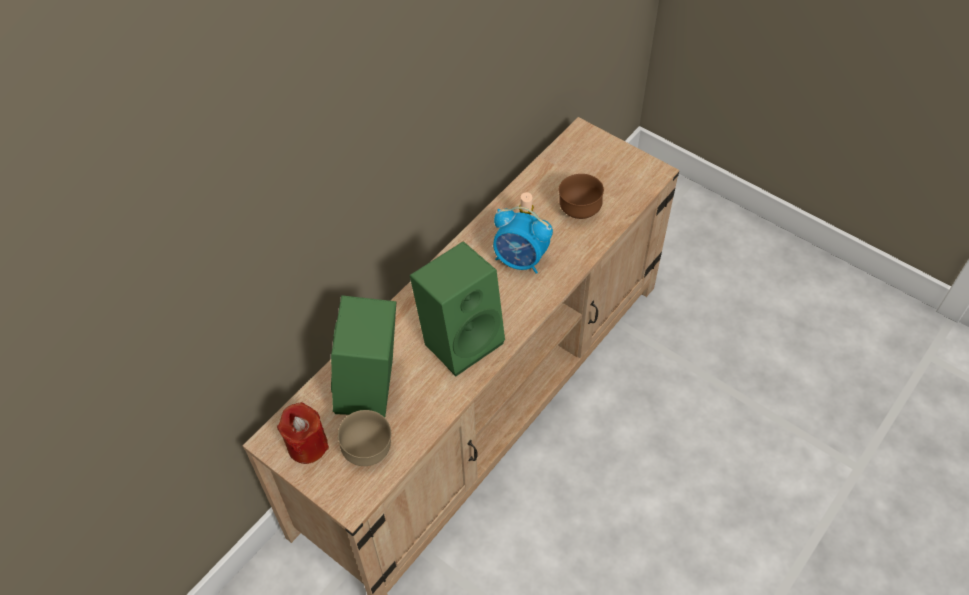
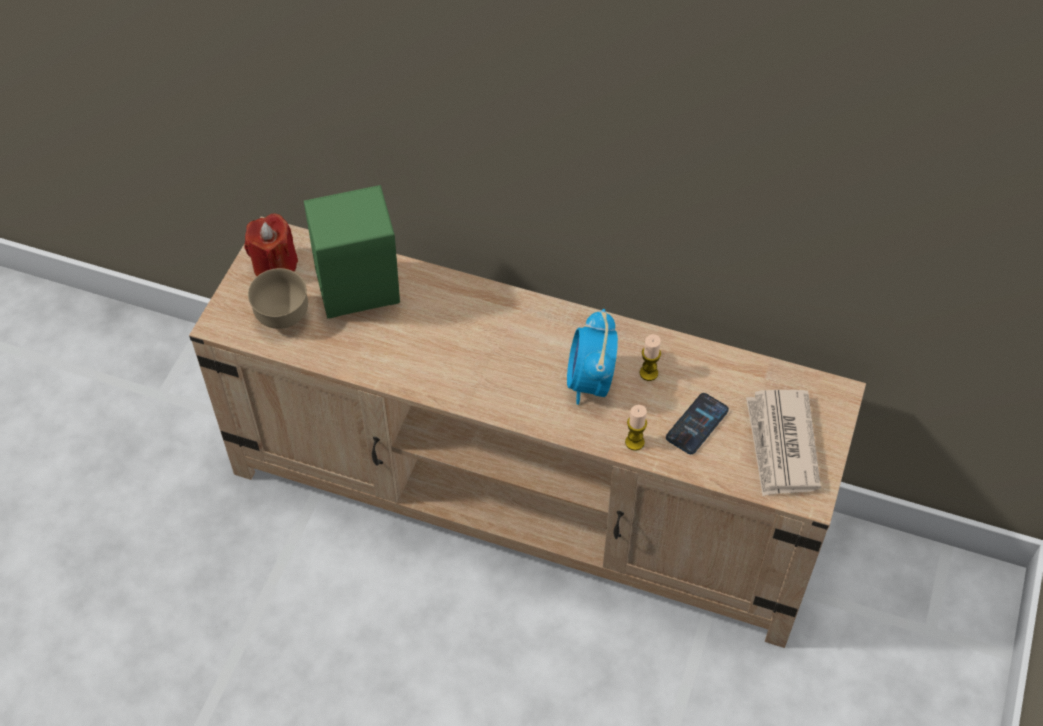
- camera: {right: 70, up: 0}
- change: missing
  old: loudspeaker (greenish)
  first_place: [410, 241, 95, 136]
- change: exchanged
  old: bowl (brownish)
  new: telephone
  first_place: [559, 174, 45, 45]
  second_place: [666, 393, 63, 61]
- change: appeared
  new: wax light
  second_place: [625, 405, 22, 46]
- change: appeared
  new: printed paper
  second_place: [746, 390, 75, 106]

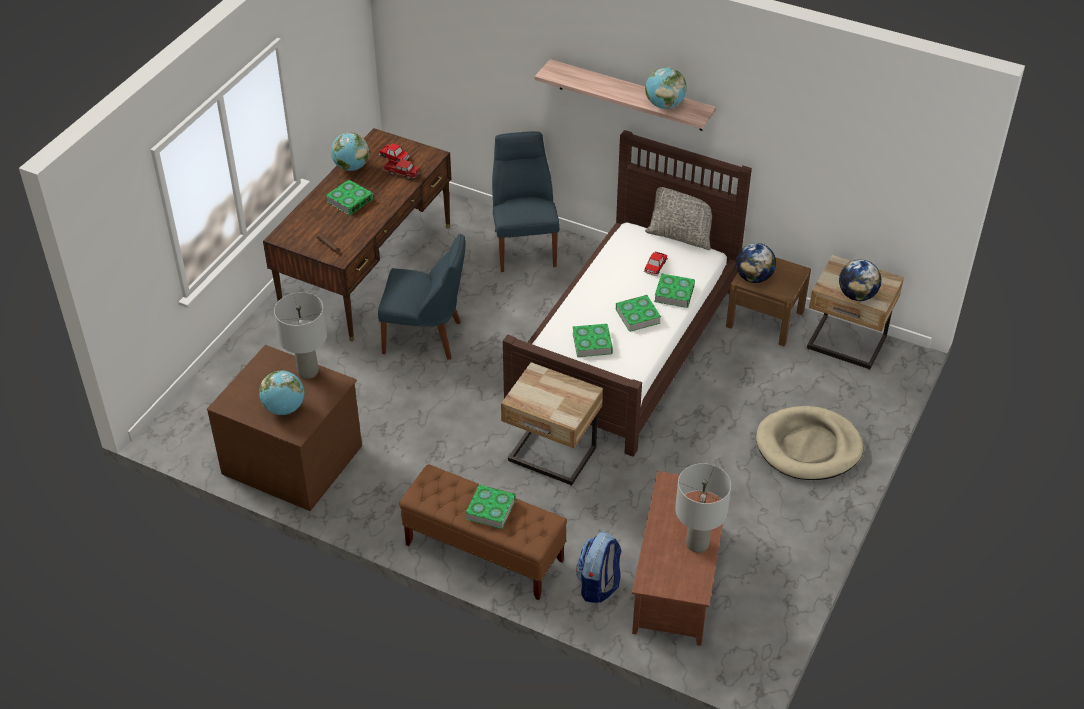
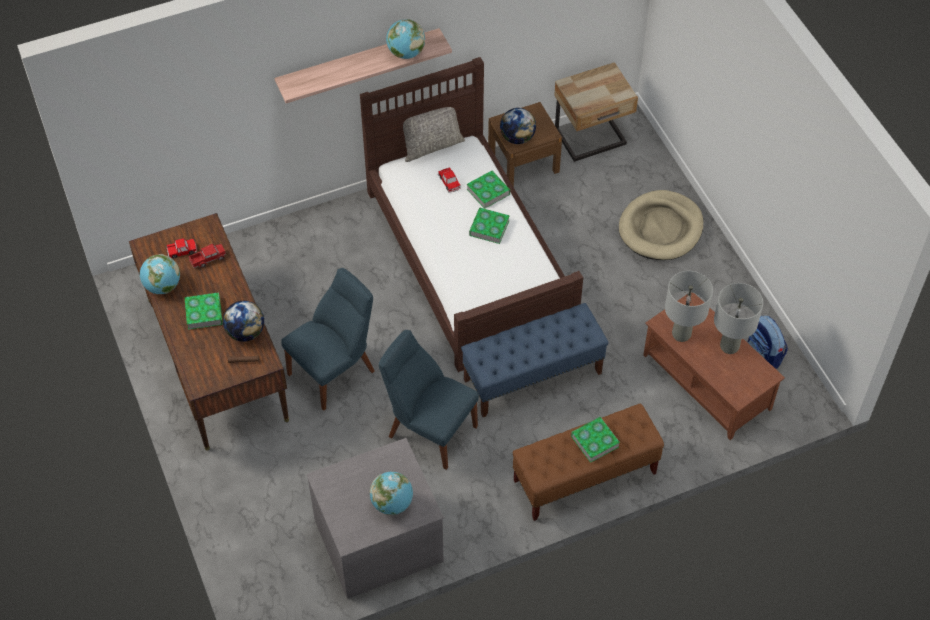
- camera: {right: -50, up: 10}
- change: colour
  old: drawer chest (brownish)
  new: drawer chest (greyish)
  first_place: [207, 345, 155, 166]
  second_place: [306, 438, 138, 161]
- change: relocated
  old: lamp for a table (greyish)
  first_place: [274, 292, 53, 87]
  second_place: [665, 271, 48, 71]
- change: relocated
  old: upright chair (bluish)
  first_place: [492, 131, 68, 141]
  second_place: [379, 330, 100, 140]
- change: exchanged
  old: night table (sand-coloured)
  new: long seat (bluish)
  first_place: [501, 362, 102, 123]
  second_place: [461, 303, 148, 114]
- change: missing
  old: volume
  first_place: [572, 324, 41, 33]
- change: relocated
  old: knapsack
  first_place: [576, 532, 45, 71]
  second_place: [747, 316, 41, 53]
- change: relocated
  old: globe
  first_place: [839, 260, 42, 41]
  second_place: [223, 301, 41, 41]

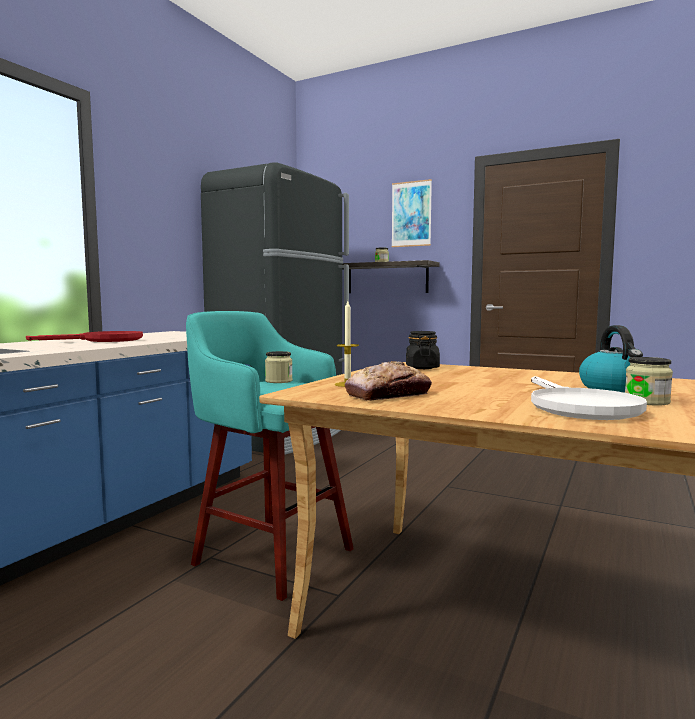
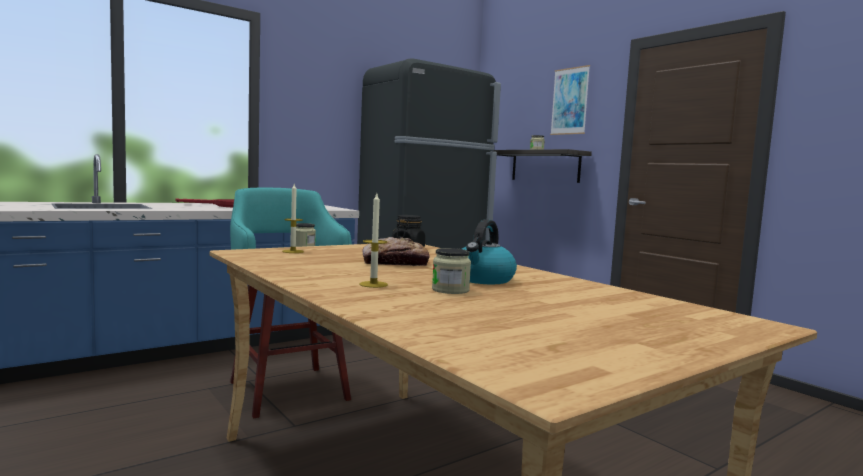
- camera: {right: 25, up: 0}
- change: relocated
  old: baked bread
  first_place: [345, 362, 87, 39]
  second_place: [363, 237, 67, 29]
- change: exchanged
  old: skillet (white-coloured)
  new: wax light
  first_place: [531, 376, 116, 44]
  second_place: [359, 193, 29, 95]

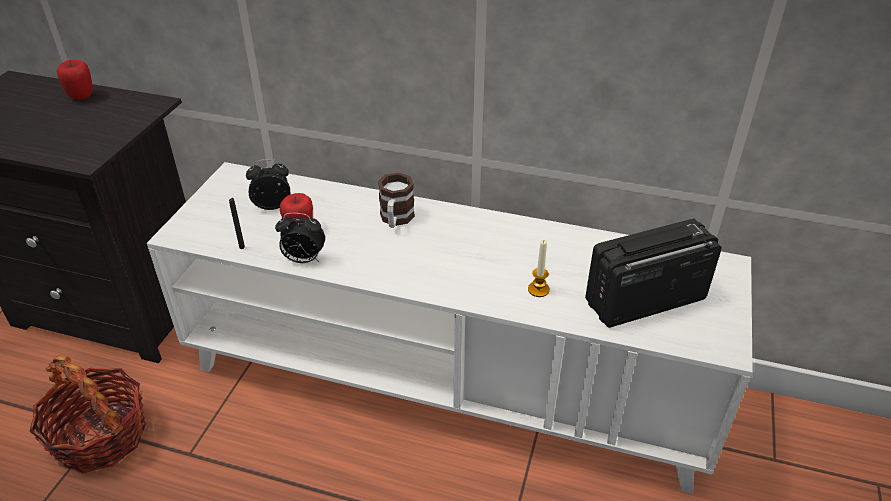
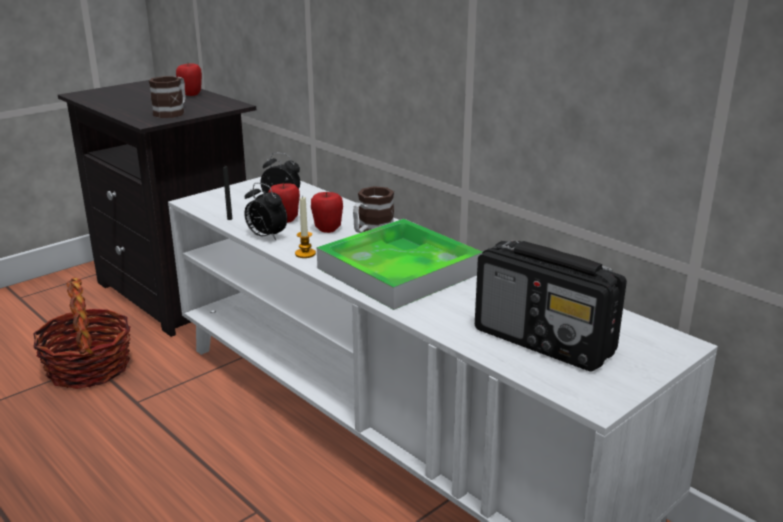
- camera: {right: 30, up: -15}
- change: relocated
  old: wax light
  first_place: [528, 240, 22, 57]
  second_place: [295, 196, 21, 62]
- change: spun
  old: radio set
  first_place: [585, 219, 137, 109]
  second_place: [475, 240, 152, 132]
  degrees: -150
- change: appeared
  new: mug
  second_place: [149, 76, 37, 42]
- change: appeared
  new: apple fruit
  second_place: [311, 192, 32, 41]
- change: appeared
  new: serving tray
  second_place: [317, 219, 165, 91]

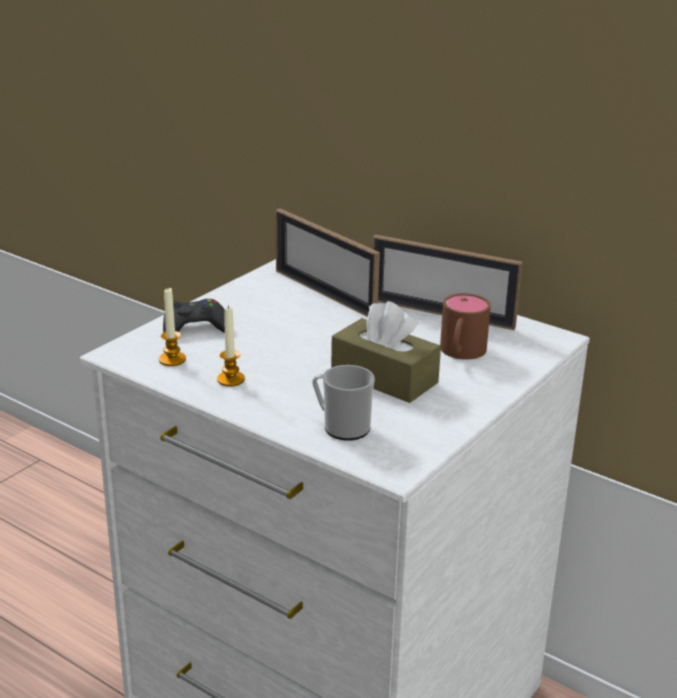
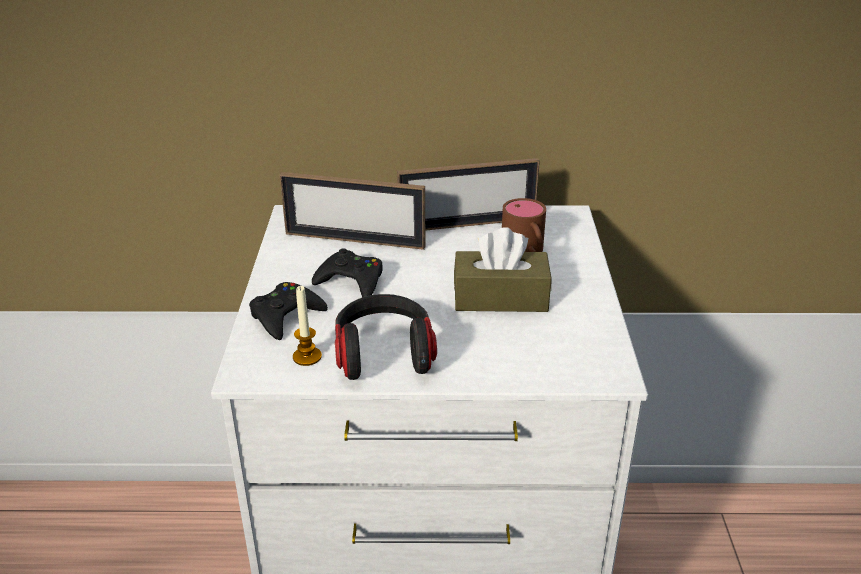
- camera: {right: -35, up: 5}
- change: exchanged
  old: wax light
  new: pair of headphones
  first_place: [217, 305, 28, 82]
  second_place: [335, 294, 102, 86]
- change: missing
  old: mug
  first_place: [312, 365, 63, 76]
- change: appeared
  new: joypad (black)
  second_place: [312, 248, 71, 49]

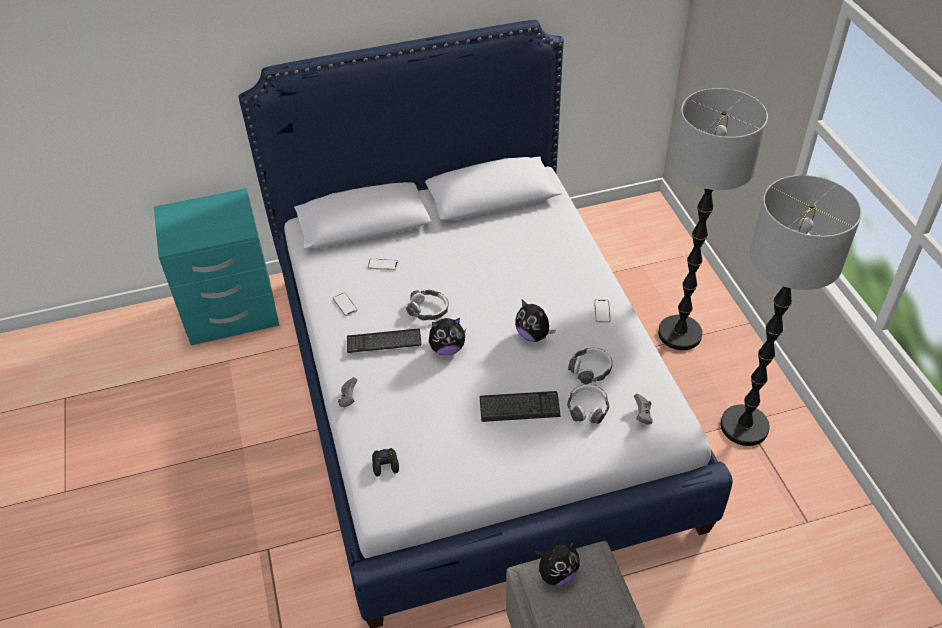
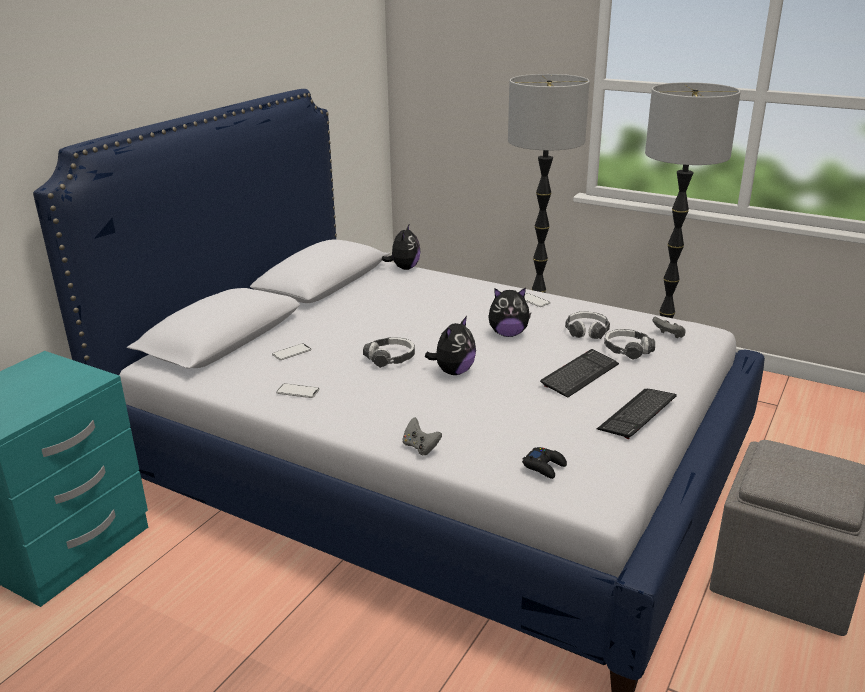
- camera: {right: -45, up: -20}
- change: relocated
  old: PC keyboard
  first_place: [347, 328, 74, 25]
  second_place: [597, 389, 80, 50]
- change: relocated
  old: plush toy
  first_place: [532, 541, 48, 45]
  second_place: [382, 223, 39, 47]

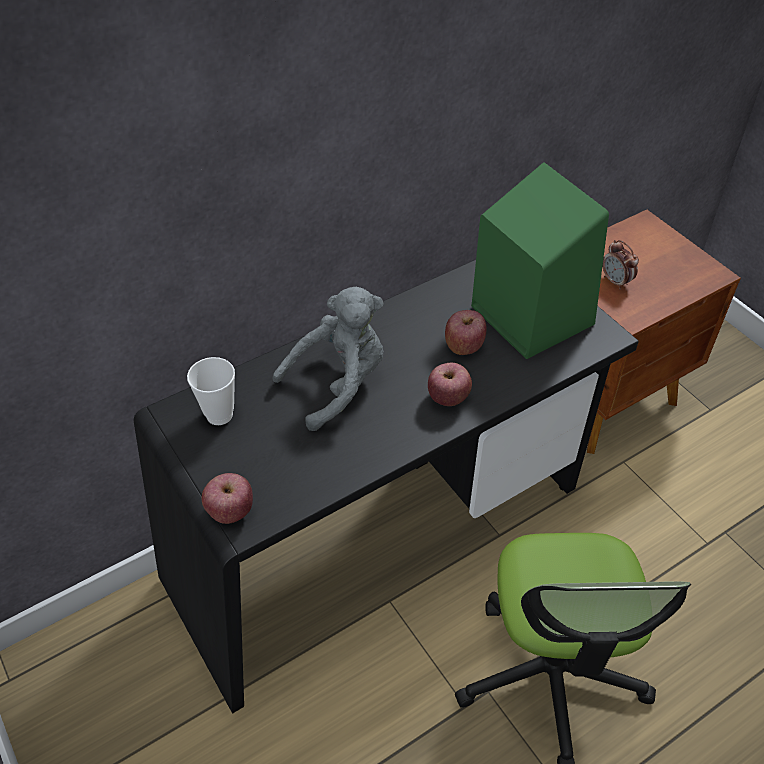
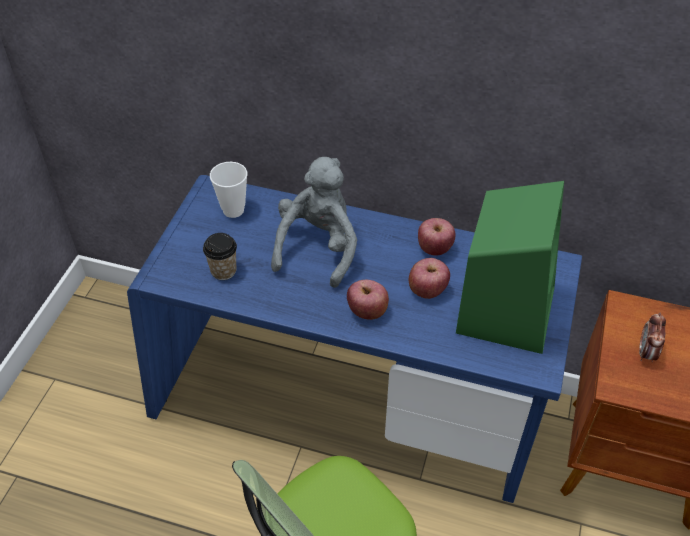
- camera: {right: 50, up: 0}
- change: colour
  old: desk (black)
  new: desk (bluish)
  first_place: [134, 260, 505, 453]
  second_place: [127, 175, 455, 328]
- change: relocated
  old: apple fruit
  first_place: [201, 473, 52, 51]
  second_place: [418, 218, 38, 37]
- change: spun
  old: plush toy (greyish)
  first_place: [273, 287, 111, 144]
  second_place: [271, 157, 86, 131]
  degrees: -90
- change: appeared
  new: cup
  second_place: [203, 233, 34, 47]

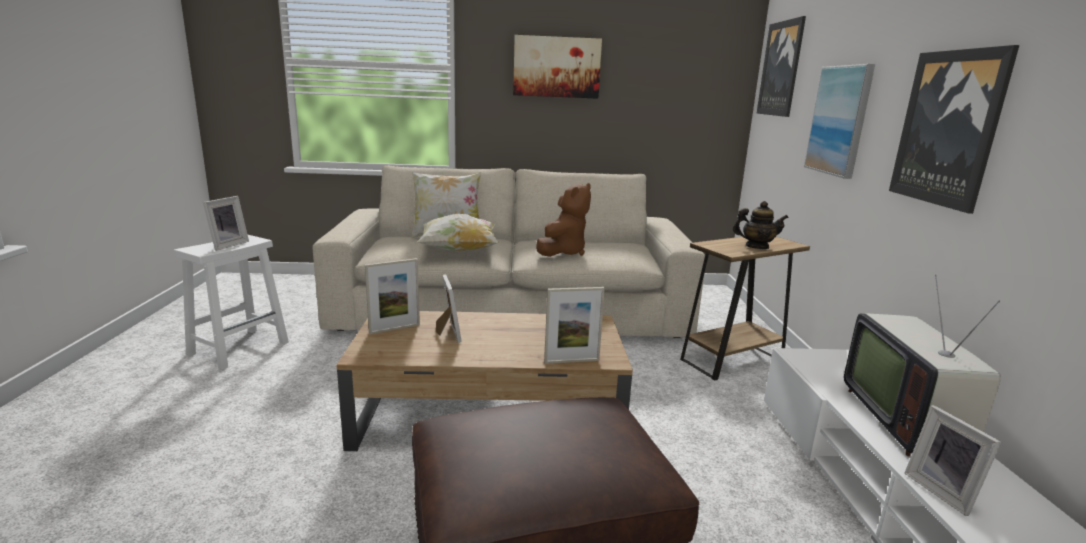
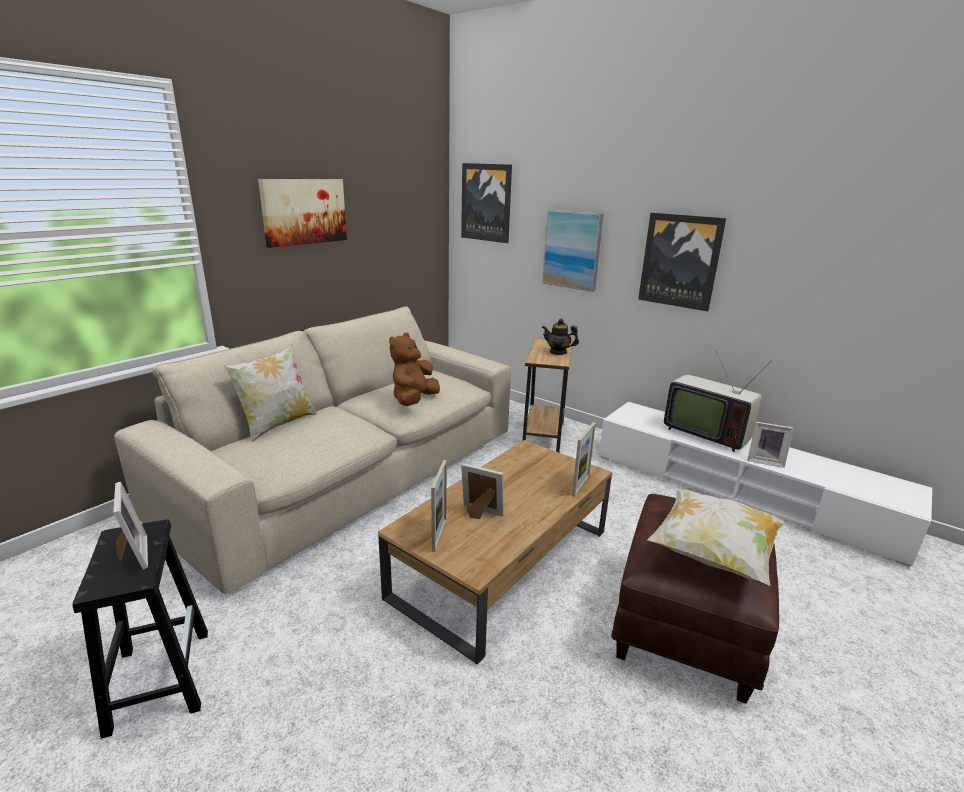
- camera: {right: -50, up: 5}
- change: colour
  old: sitting stool (white-coloured)
  new: sitting stool (black)
  first_place: [174, 235, 115, 135]
  second_place: [72, 520, 136, 219]
- change: relocated
  old: pillow
  first_place: [417, 214, 82, 38]
  second_place: [647, 488, 139, 98]
- change: spun
  old: plush toy (brownish)
  first_place: [536, 183, 55, 74]
  second_place: [389, 333, 51, 73]
  degrees: -135
- change: spun
  old: pot for tea
  first_place: [733, 201, 56, 48]
  second_place: [542, 319, 37, 36]
  degrees: -120

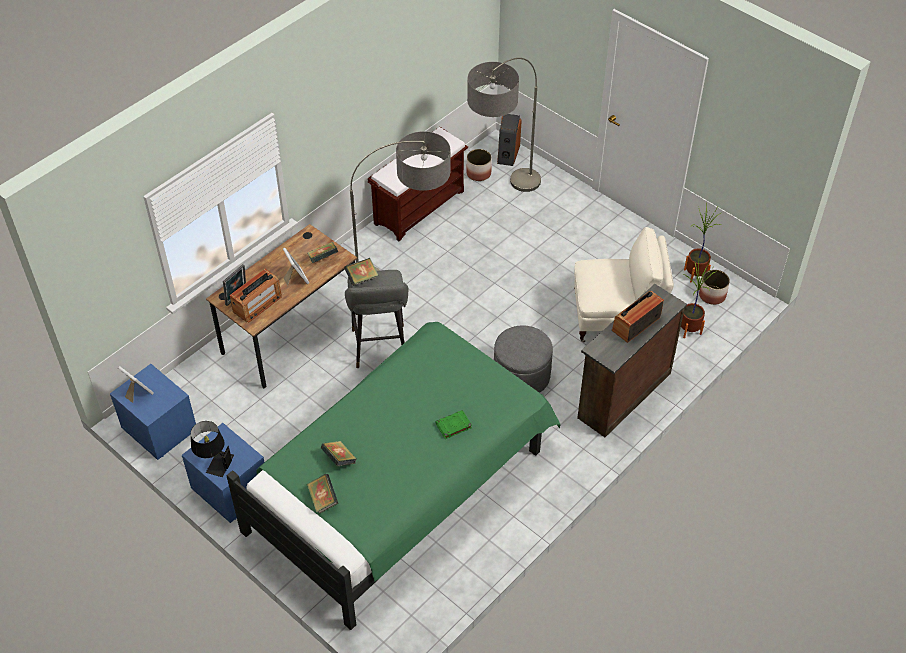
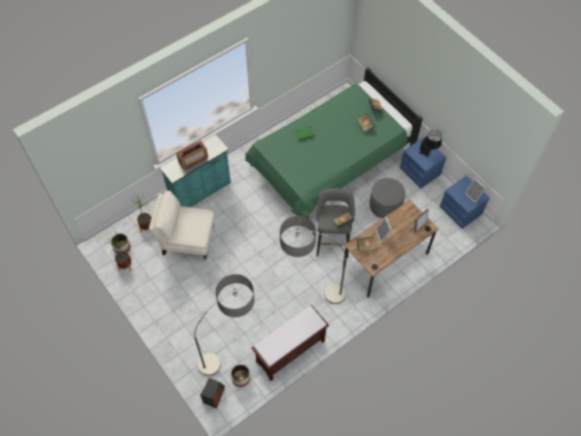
- camera: {right: -170, up: 10}
- change: missing
  old: radio set
  first_place: [230, 269, 52, 54]
- change: relocated
  old: ottoman (greyish)
  first_place: [494, 325, 59, 68]
  second_place: [369, 178, 36, 40]
- change: colour
  old: drawer chest (brownish)
  new: drawer chest (turquoise)
  first_place: [577, 284, 110, 153]
  second_place: [160, 134, 71, 73]

